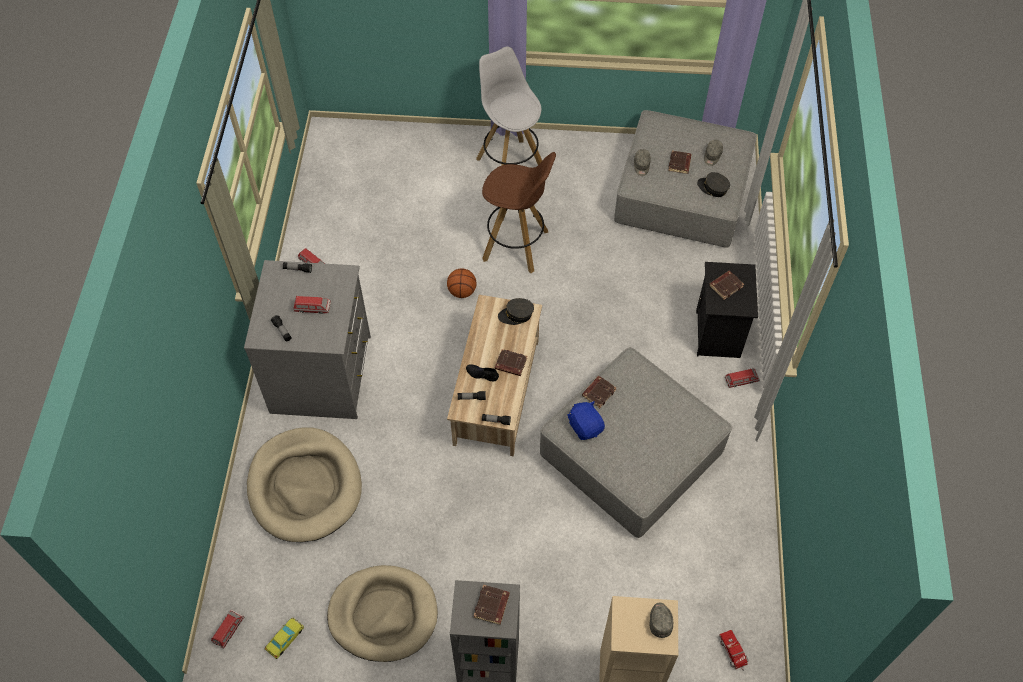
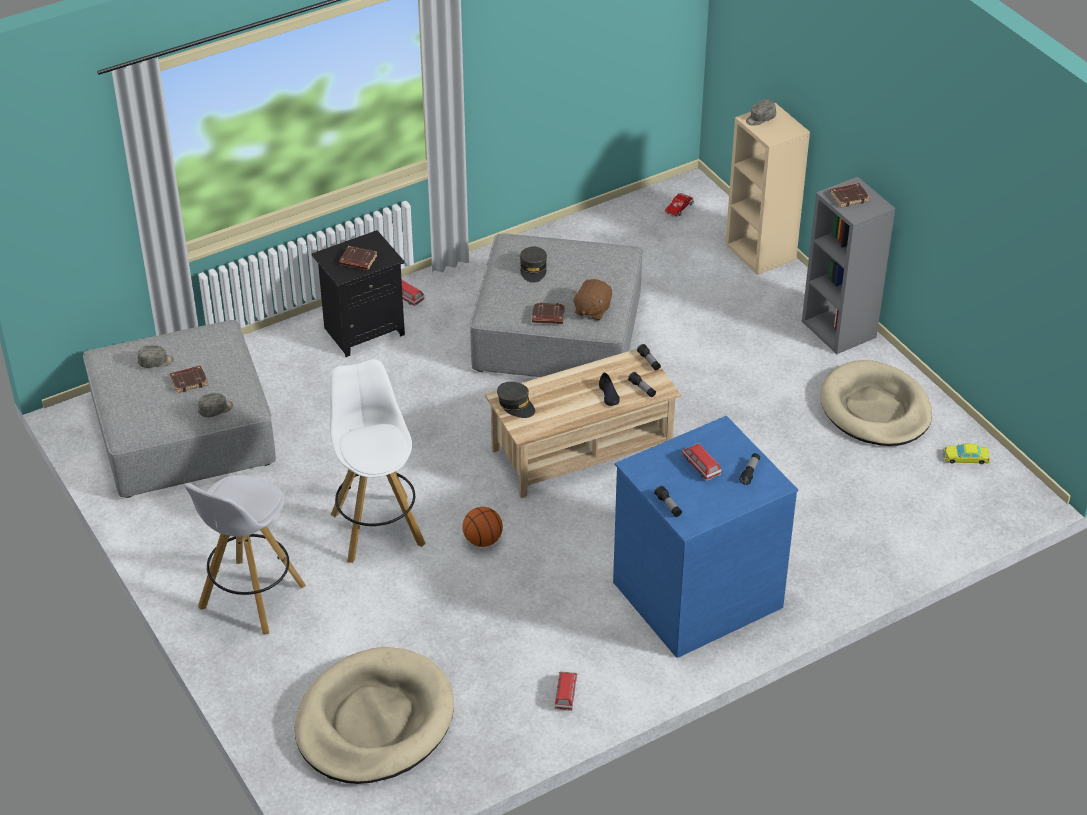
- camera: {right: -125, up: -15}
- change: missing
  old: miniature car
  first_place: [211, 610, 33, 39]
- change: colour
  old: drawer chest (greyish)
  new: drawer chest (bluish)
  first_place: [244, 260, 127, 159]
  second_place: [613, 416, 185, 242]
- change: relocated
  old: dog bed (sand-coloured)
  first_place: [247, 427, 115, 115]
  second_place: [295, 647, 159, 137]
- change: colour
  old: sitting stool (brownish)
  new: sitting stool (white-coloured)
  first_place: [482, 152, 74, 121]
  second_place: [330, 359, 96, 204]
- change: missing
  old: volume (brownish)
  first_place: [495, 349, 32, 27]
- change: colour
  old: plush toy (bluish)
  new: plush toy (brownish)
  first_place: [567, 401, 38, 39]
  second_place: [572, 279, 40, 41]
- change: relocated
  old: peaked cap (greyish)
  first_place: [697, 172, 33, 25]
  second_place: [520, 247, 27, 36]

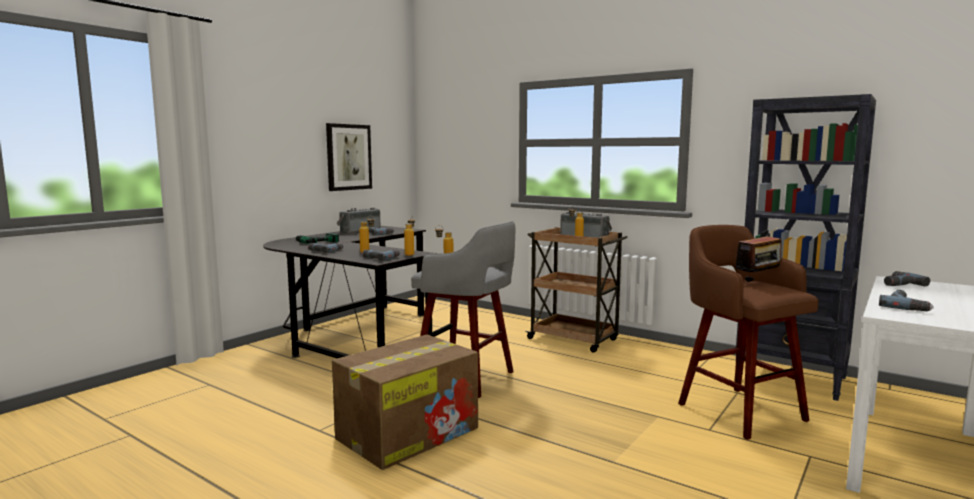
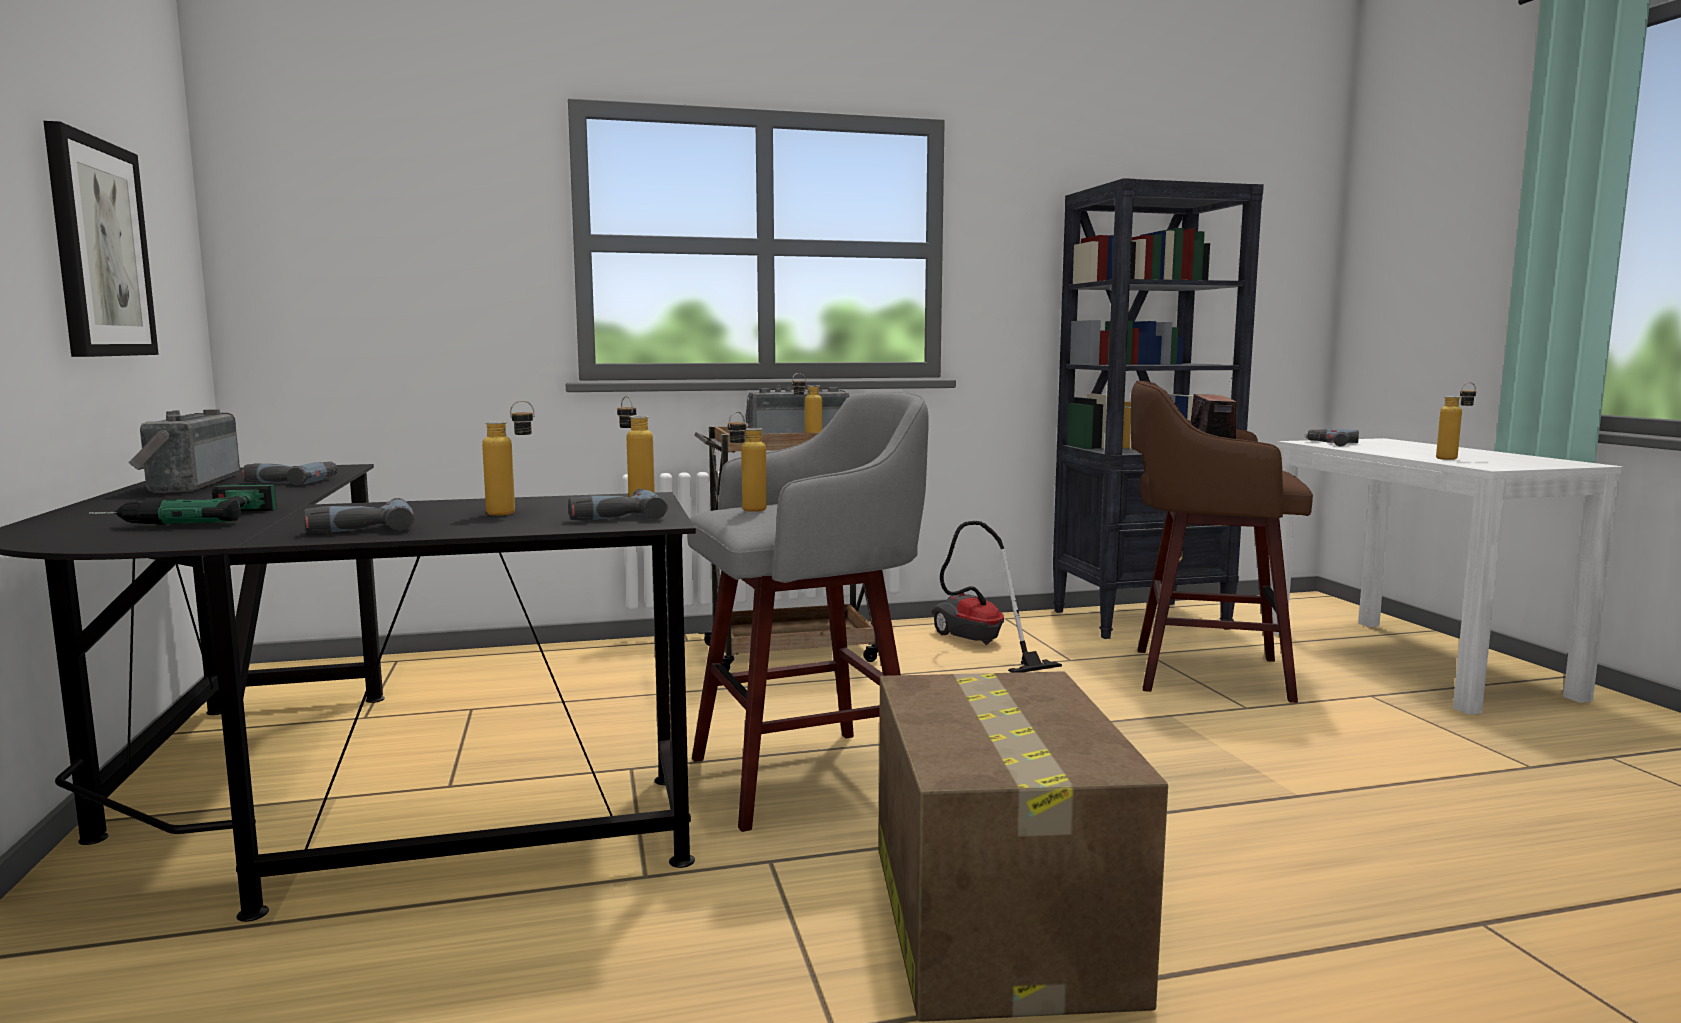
- camera: {right: -50, up: 0}
- change: exchanged
  old: electric drill
  new: drink bottle
  first_place: [879, 290, 55, 21]
  second_place: [1436, 382, 40, 78]
- change: appeared
  new: vacuum
  second_place: [932, 521, 130, 152]

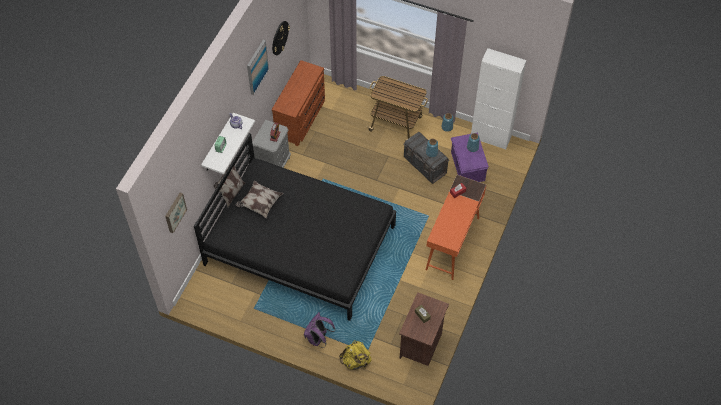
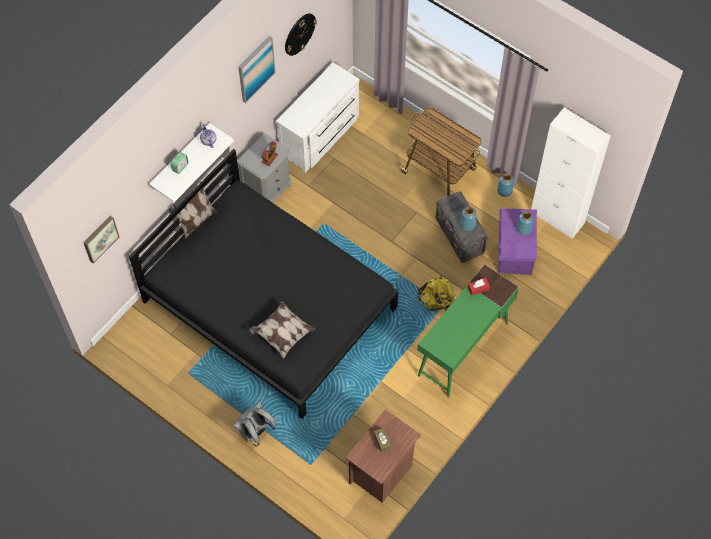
- camera: {right: 15, up: 5}
- change: relocated
  old: pillow
  first_place: [236, 180, 47, 38]
  second_place: [249, 301, 66, 58]
- change: colour
  old: drawer chest (brownish)
  new: drawer chest (white-coloured)
  first_place: [272, 60, 53, 86]
  second_place: [276, 63, 84, 110]
- change: colour
  old: knapsack (purple-coloured)
  new: knapsack (greyish)
  first_place: [304, 312, 31, 36]
  second_place: [233, 401, 43, 45]
- change: relocated
  old: knapsack (yellow)
  first_place: [339, 340, 33, 30]
  second_place: [418, 275, 38, 36]
- change: colour
  old: desk (orange)
  new: desk (greenish)
  first_place: [426, 175, 60, 105]
  second_place: [417, 264, 102, 133]

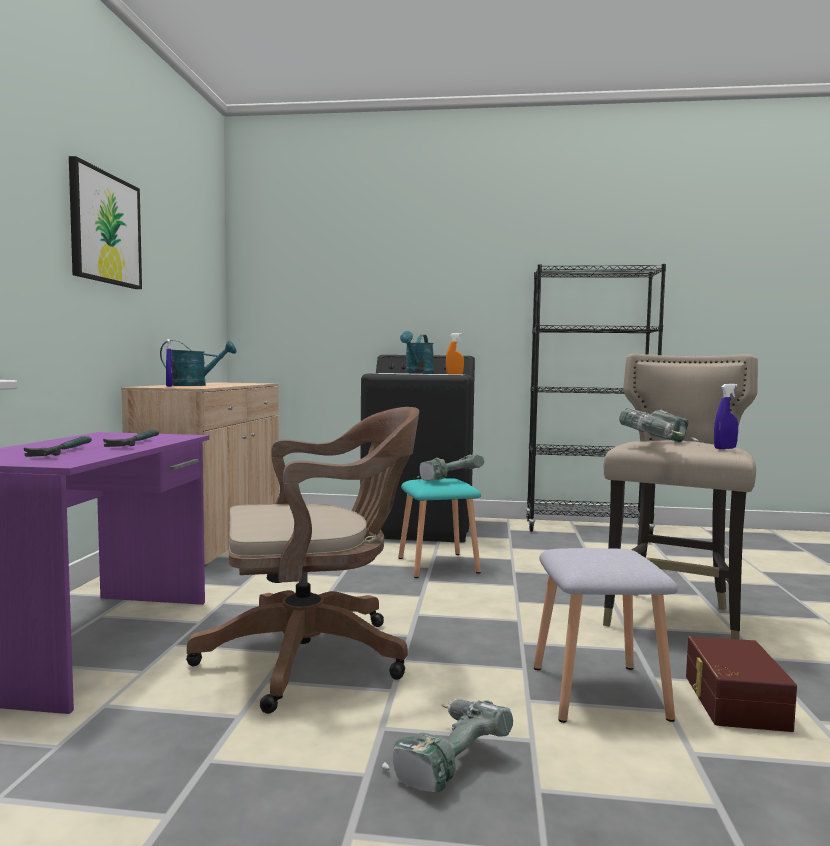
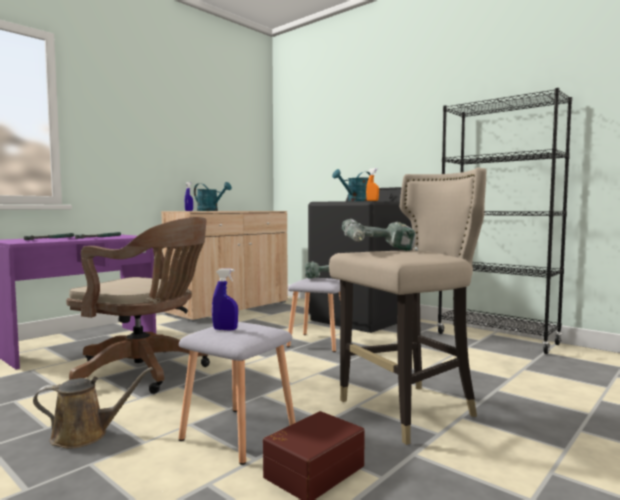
- camera: {right: 35, up: 0}
- change: missing
  old: picture
  first_place: [69, 156, 73, 133]
- change: exchanged
  old: electric drill
  new: watering can (brownish)
  first_place: [382, 698, 131, 94]
  second_place: [33, 367, 120, 82]
- change: colour
  old: sitting stool (turquoise)
  new: sitting stool (greyish)
  first_place: [398, 478, 83, 100]
  second_place: [287, 278, 53, 74]
- change: relocated
  old: spray bottle (bluish)
  first_place: [714, 384, 24, 65]
  second_place: [212, 269, 26, 62]

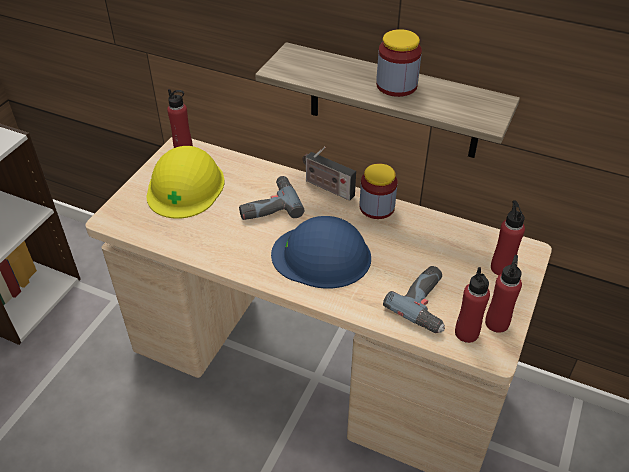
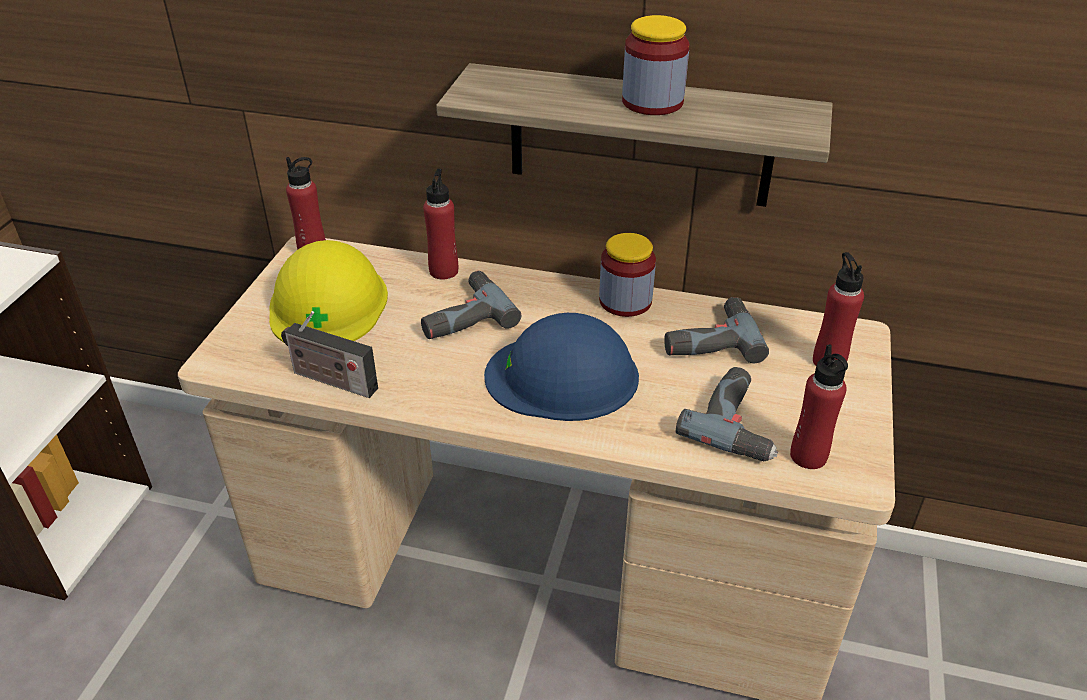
- camera: {right: -10, up: -5}
- change: relocated
  old: radio set
  first_place: [302, 146, 54, 55]
  second_place: [281, 311, 97, 87]
- change: relocated
  old: drink bottle (red-coloured)
  first_place: [485, 255, 37, 78]
  second_place: [423, 169, 35, 111]
- change: appeared
  new: electric drill
  second_place: [664, 297, 105, 67]

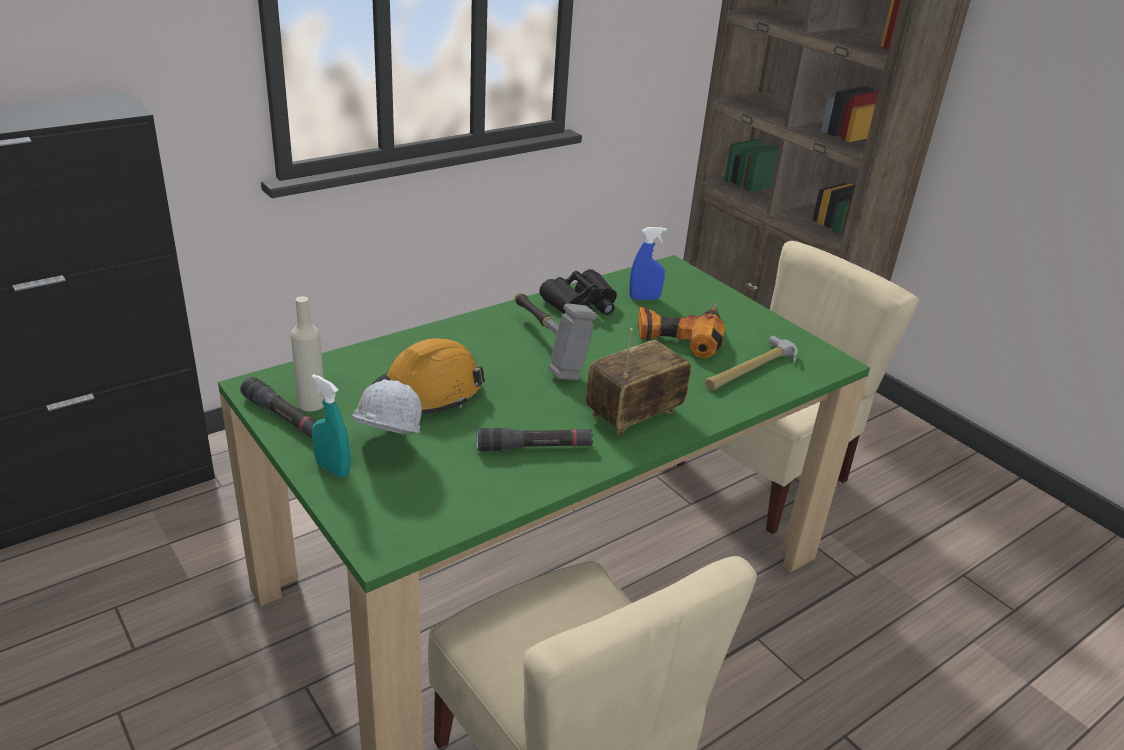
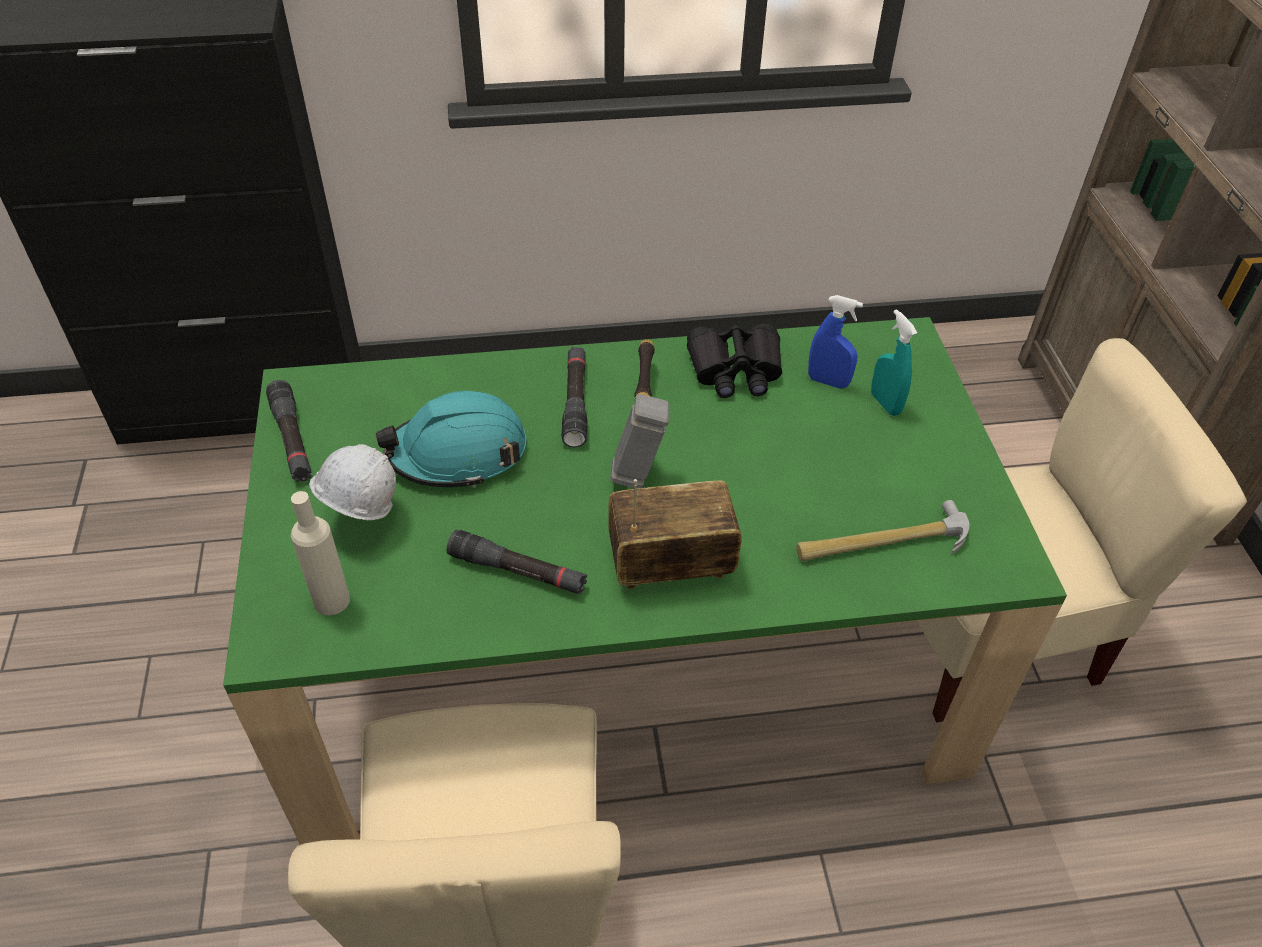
- camera: {right: 30, up: 15}
- change: relocated
  old: drink bottle (sand-coloured)
  first_place: [290, 296, 34, 115]
  second_place: [291, 491, 59, 124]
- change: relocated
  old: spray bottle (turquoise)
  first_place: [311, 374, 40, 104]
  second_place: [871, 309, 46, 107]
- change: colour
  old: work helmet (orange)
  new: work helmet (turquoise)
  first_place: [372, 338, 113, 76]
  second_place: [376, 391, 151, 97]
- change: missing
  old: electric drill
  first_place: [638, 303, 87, 55]
- change: appeared
  new: hand torch (black)
  second_place: [562, 347, 26, 100]

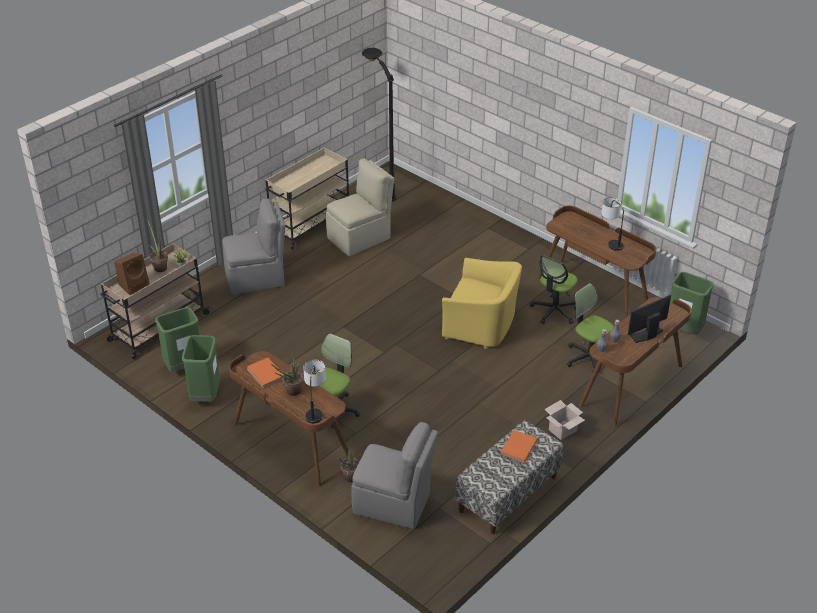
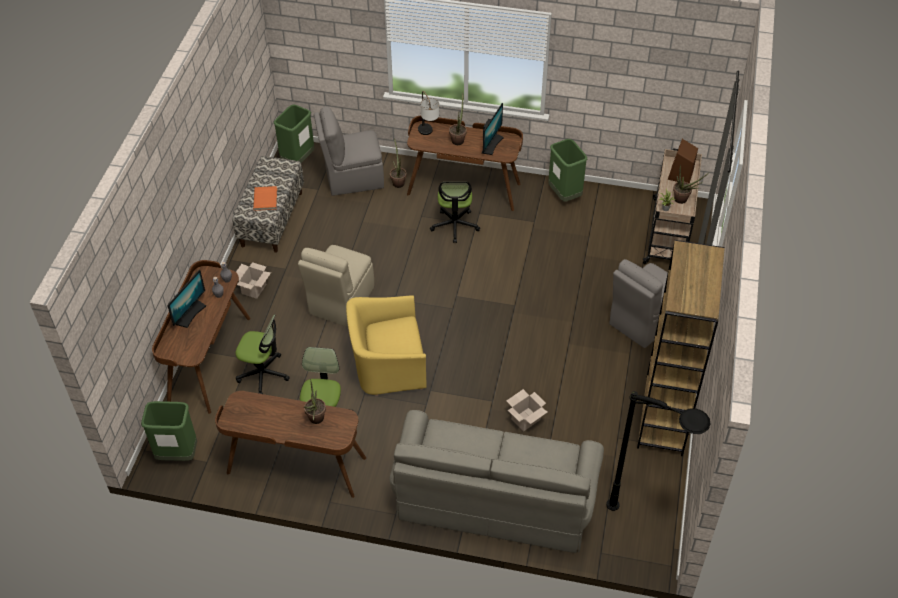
- camera: {right: 150, up: 10}
- change: relocated
  old: trash can (greenish)
  first_place: [155, 307, 45, 65]
  second_place: [273, 105, 41, 58]
- change: exchanged
  old: volume (orange)
  new: computer screen
  first_place: [247, 358, 37, 30]
  second_place: [482, 103, 22, 52]
- change: exchanged
  old: wheeled cart (sand-coloured)
  new: shelving unit (brownish)
  first_place: [266, 147, 83, 102]
  second_place: [637, 240, 88, 216]
- change: relocated
  old: upright chair (sand-coloured)
  first_place: [326, 158, 68, 98]
  second_place: [298, 245, 76, 82]
- change: missing
  old: lamp for a table
  first_place: [601, 197, 23, 54]
- change: appeared
  new: potted plant
  second_place: [304, 379, 22, 45]
- change: appeared
  new: settee (greyish)
  second_place: [389, 410, 215, 143]
- change: appeared
  new: carton
  second_place: [506, 389, 41, 42]

